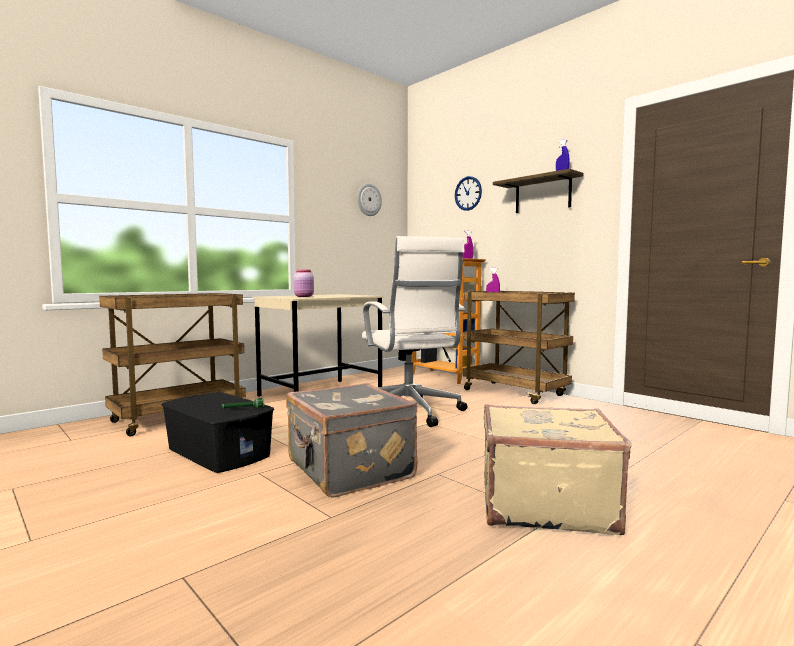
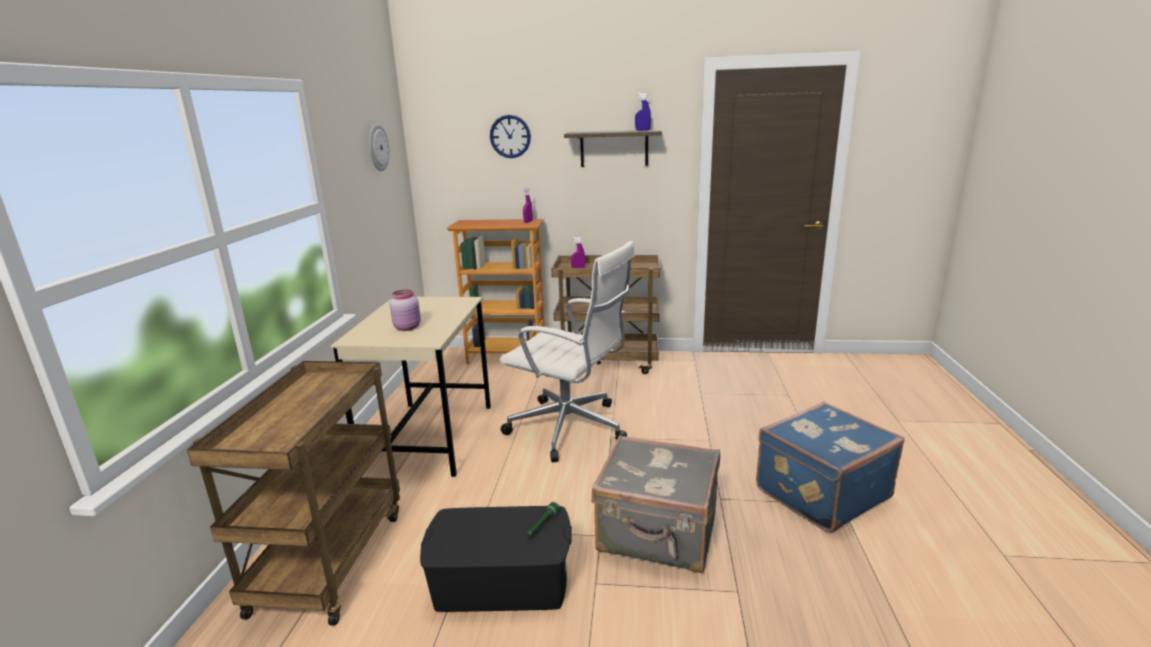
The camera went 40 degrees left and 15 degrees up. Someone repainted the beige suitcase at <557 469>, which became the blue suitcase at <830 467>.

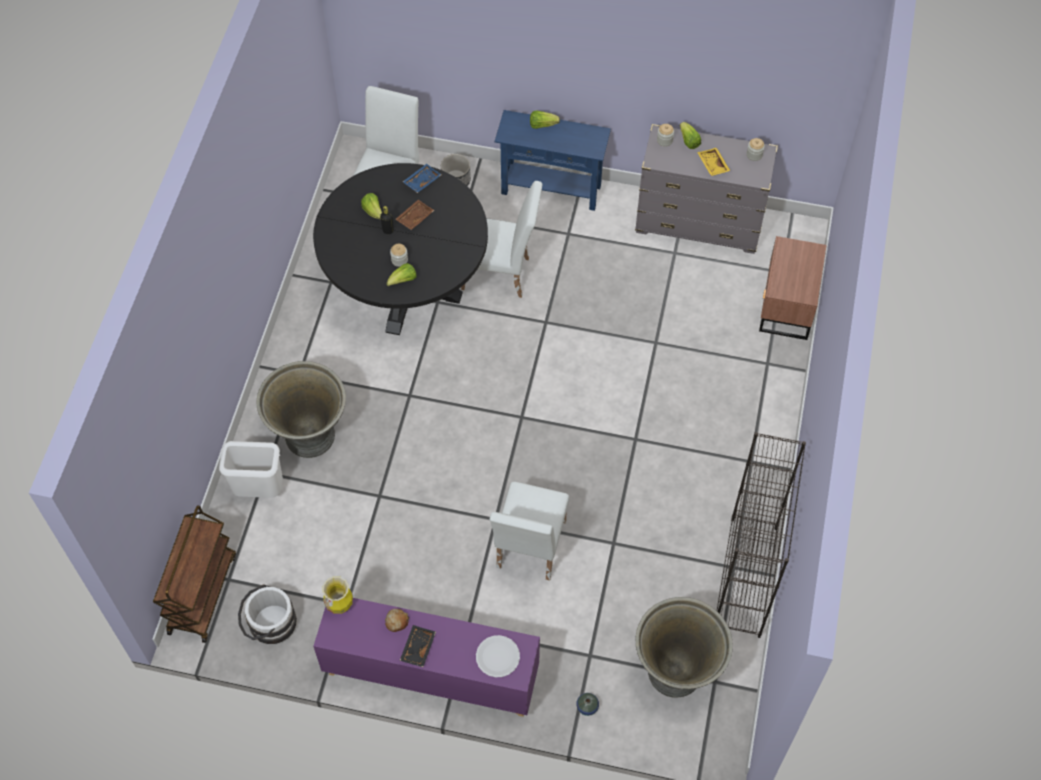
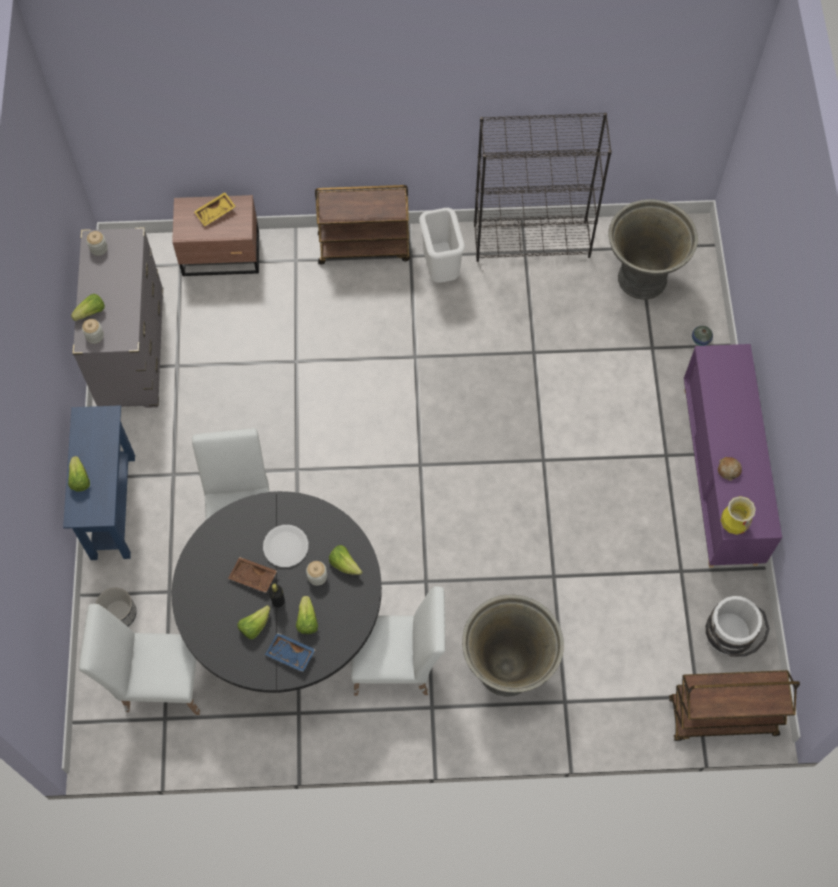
The camera went 105 degrees left and 5 degrees up. Someone carried the white trash can from <251 469> to <442 245>. Someone took away the black tray at <418 646>. Someone carried the blue tray from <422 178> to <290 652>. Someone carried the white plate from <498 656> to <285 546>. Someone carried the white chair from <529 531> to <398 640>. Someone carried the yellow tray from <713 162> to <215 209>. Someone put down the lettuce at <307 615>. Someone put down the brown cart at <362 224>.

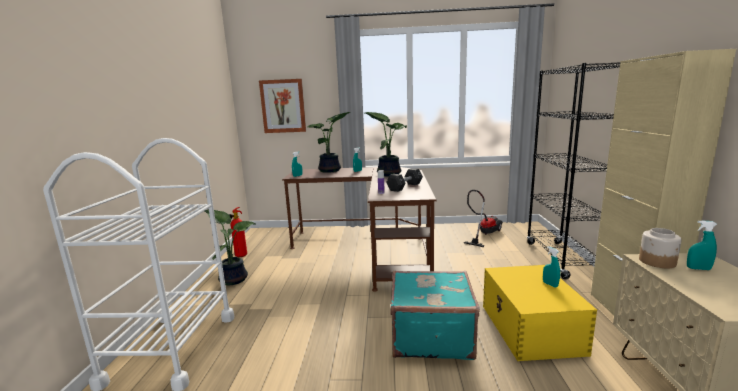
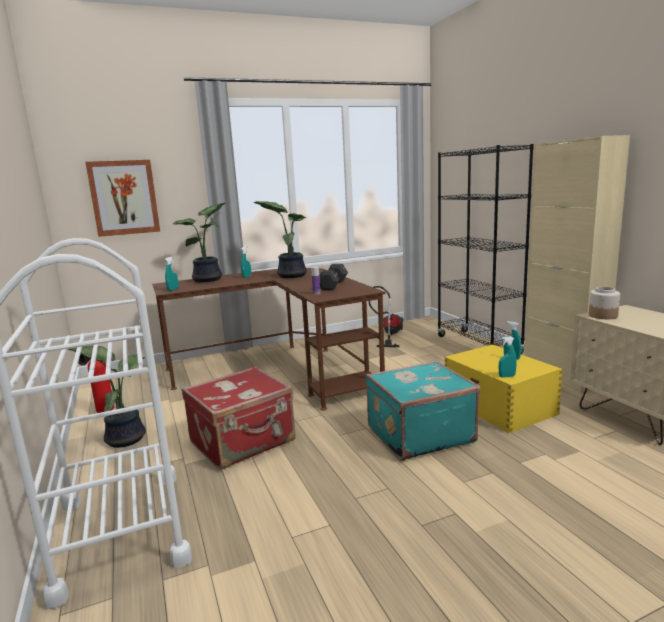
The camera went 25 degrees left and 0 degrees up. Someone carried the turquoise spray bottle from <702 245> to <508 357>. Someone put down the red suitcase at <238 418>.

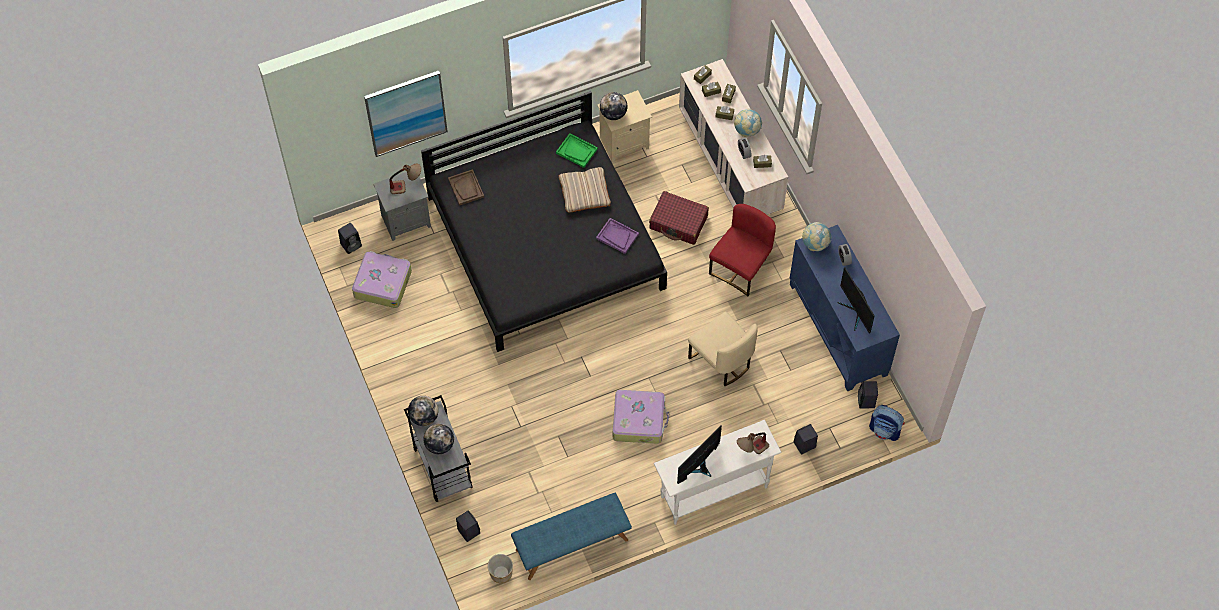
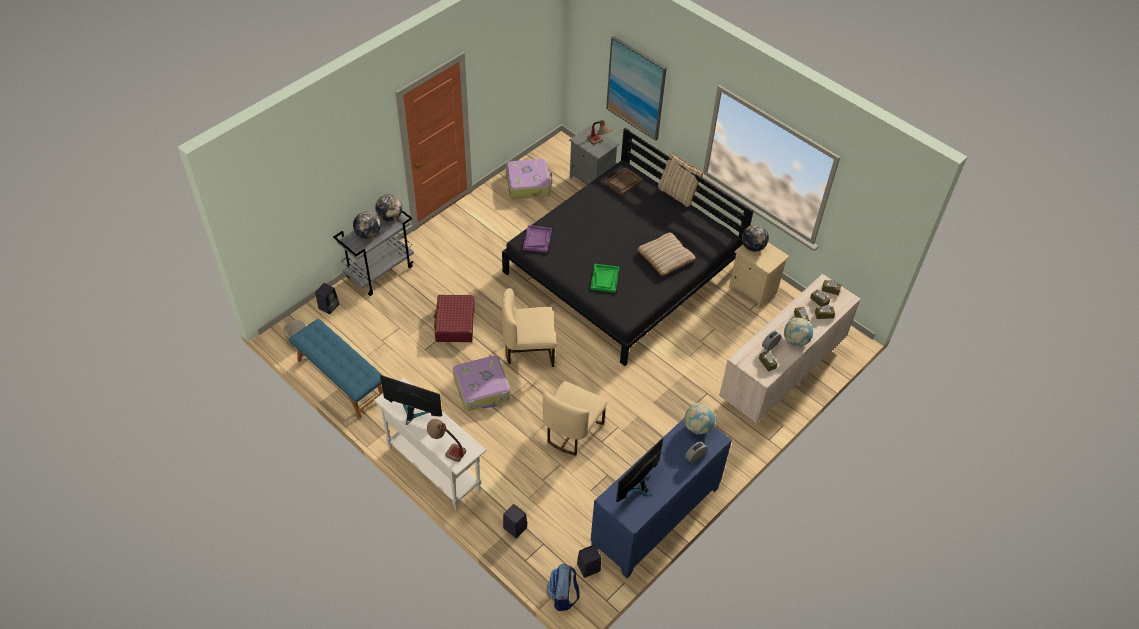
The camera went 65 degrees right and 10 degrees down. Someone took away the black speaker at <350 238>. Someone carried the green tray from <577 150> to <604 278>. Someone carried the purple tray from <617 236> to <537 239>. Someone carried the red suitcase from <679 218> to <454 318>. Someone took away the red chair at <742 250>. Someone put down the beige chair at <529 327>. Someone put down the beige pillow at <680 180>.

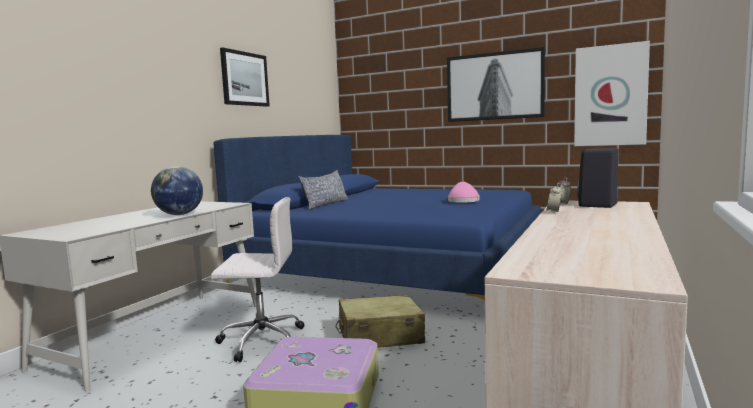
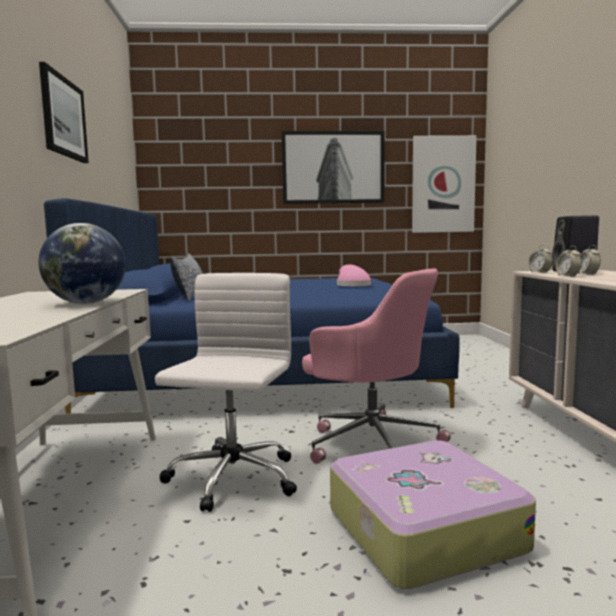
The camera went 30 degrees left and 0 degrees up. Someone rotated the white office chair at <257 279> by 45 degrees counterclockwise. Someone swapped the beige suitcase at <380 321> for the pink office chair at <376 366>. Someone put down the alarm clock at <590 260>.

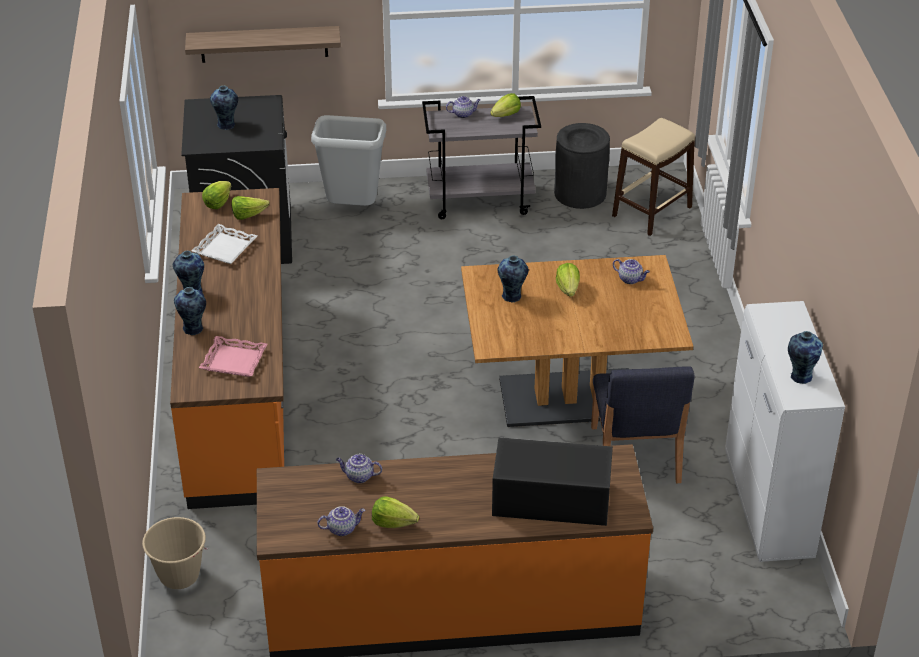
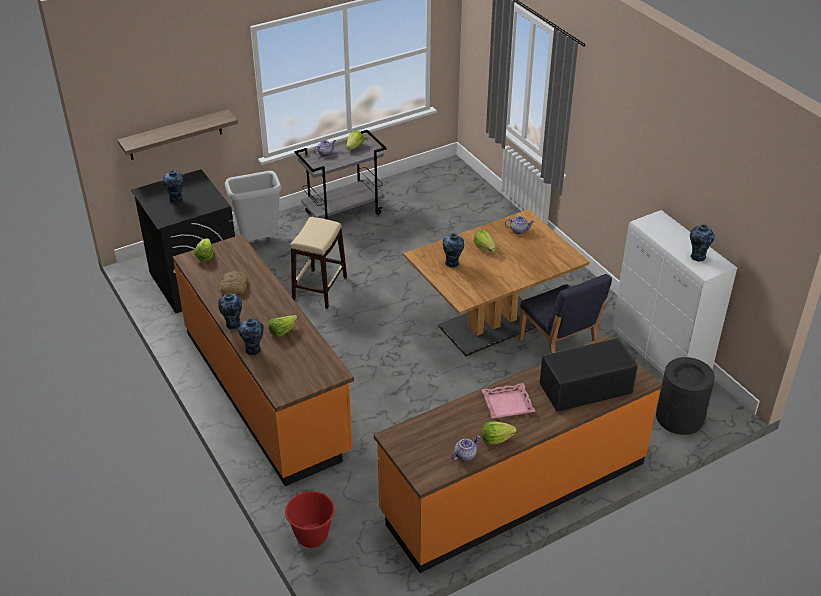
The camera went 25 degrees left and 0 degrees up. Someone repainted the beige bucket at <175 553>, which became the red bucket at <310 519>. Someone swapped the white tray at <224 244> for the bread at <233 282>. Someone carried the pink tray from <233 356> to <509 400>. Someone carried the lettuce from <250 208> to <283 326>. Someone took away the teapot at <359 468>. Someone carried the black trash can from <582 166> to <685 396>. Someone carried the beige stool from <653 177> to <319 263>.

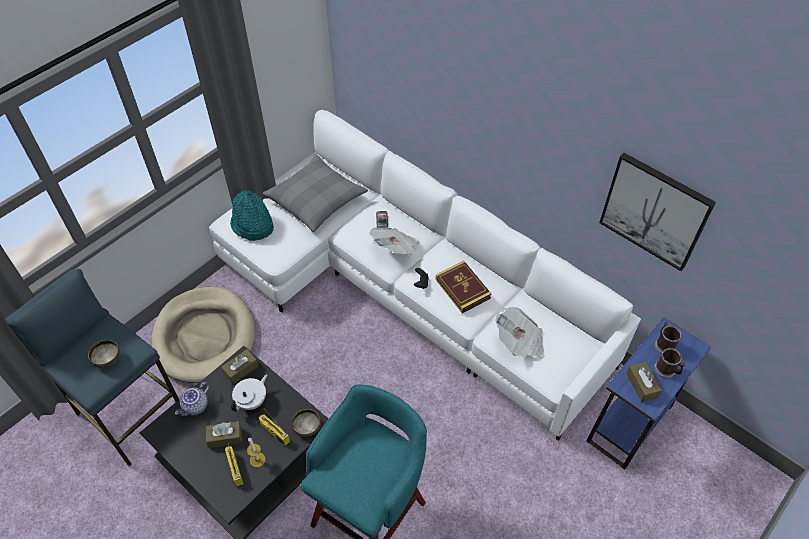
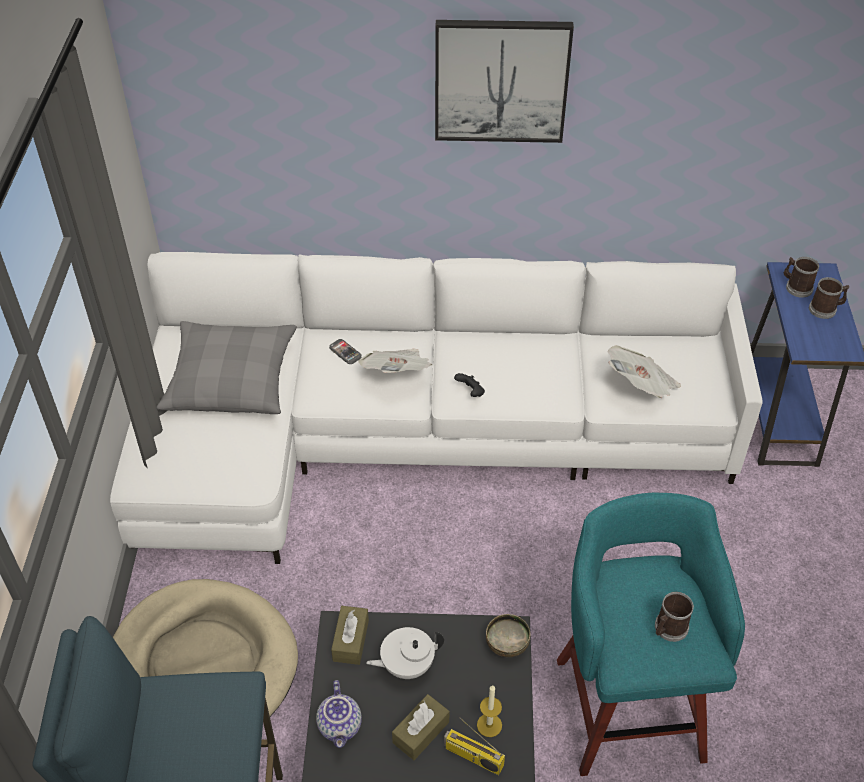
The camera went 40 degrees left and 5 degrees down. Someone took away the bowl at <104 354>. Someone took away the turquoise hat at <252 216>. Someone rotated the white teapot at <249 393> by 105 degrees counterclockwise. Someone took away the radio at <274 428>. Someone took away the book at <463 287>. Someone carried the picture from <657 212> to <504 81>. Someone took away the brown tissue box at <644 382>. Someone put down the mug at <674 617>.

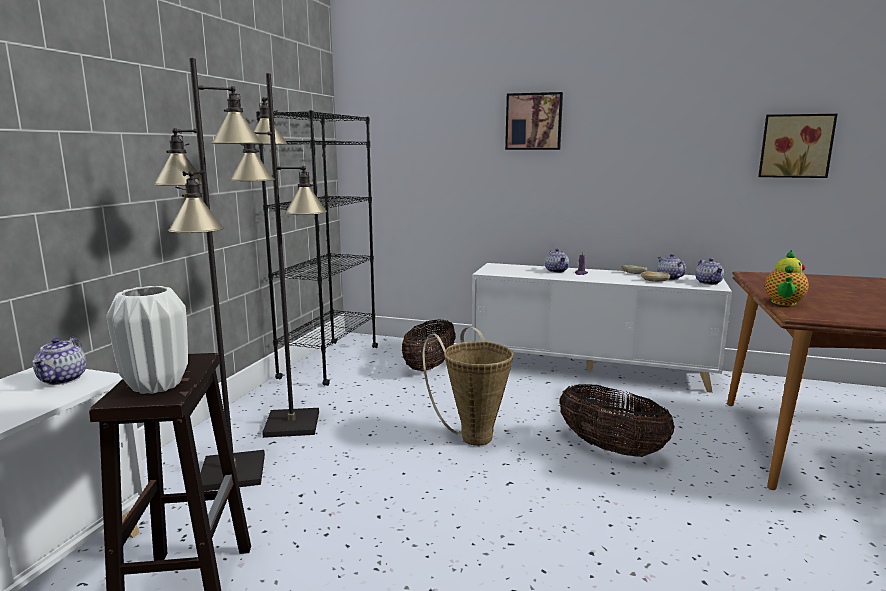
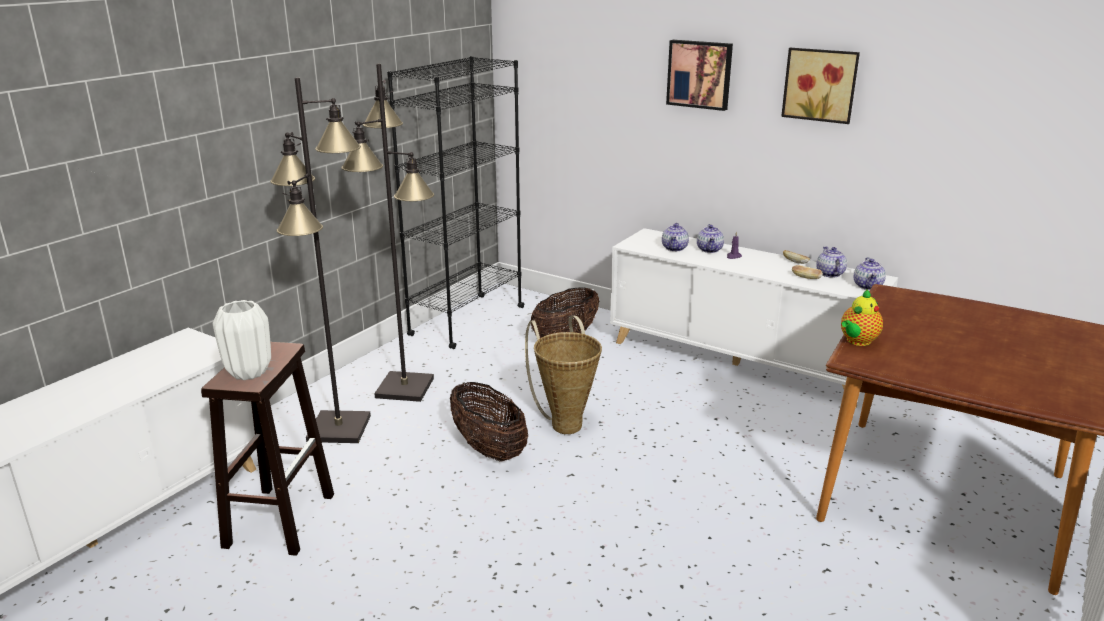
The camera went 15 degrees right and 10 degrees up. Someone carried the teapot from <59 361> to <675 237>. Someone carried the basket from <617 420> to <489 421>. Someone carried the picture from <797 146> to <820 86>.

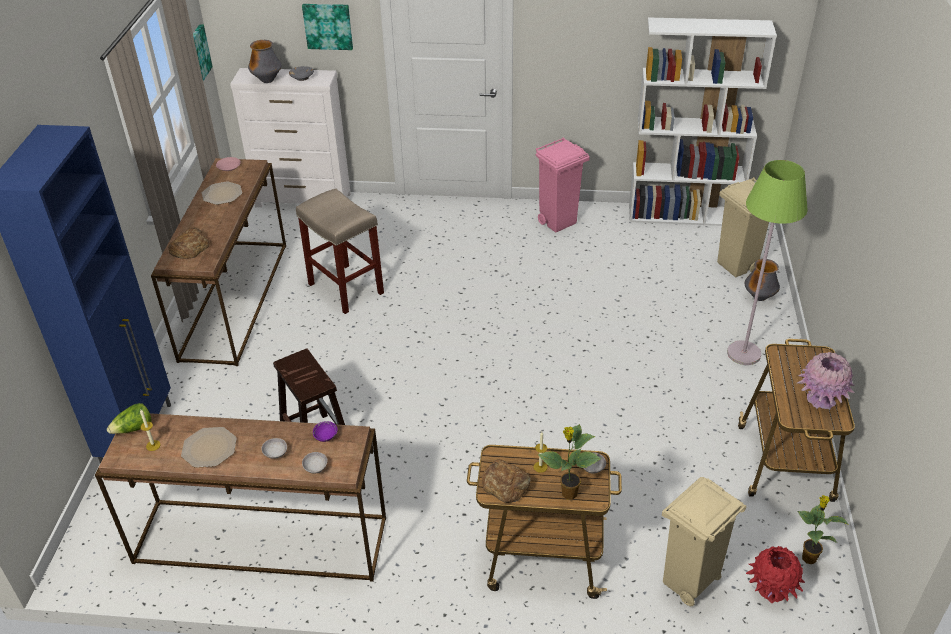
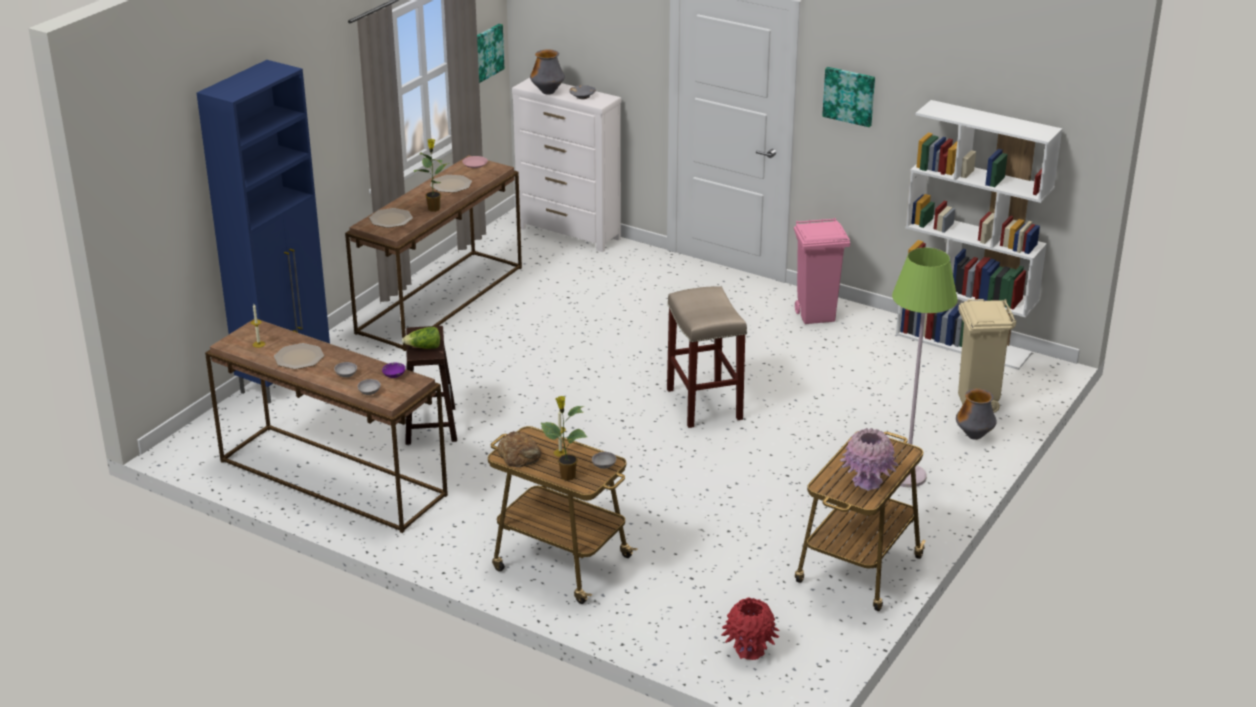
The camera went 25 degrees right and 10 degrees down. Someone carried the lettuce from <129 418> to <421 338>. Someone swapped the bread at <188 243> for the plate at <391 218>. Someone carried the beige stool from <340 251> to <707 357>. Someone carried the picture from <327 27> to <848 97>. Someone took away the beige trash can at <704 541>. Someone carried the potted plant from <823 529> to <432 175>.

